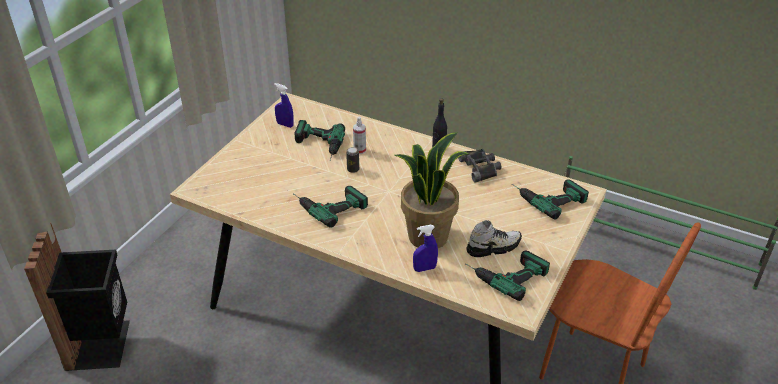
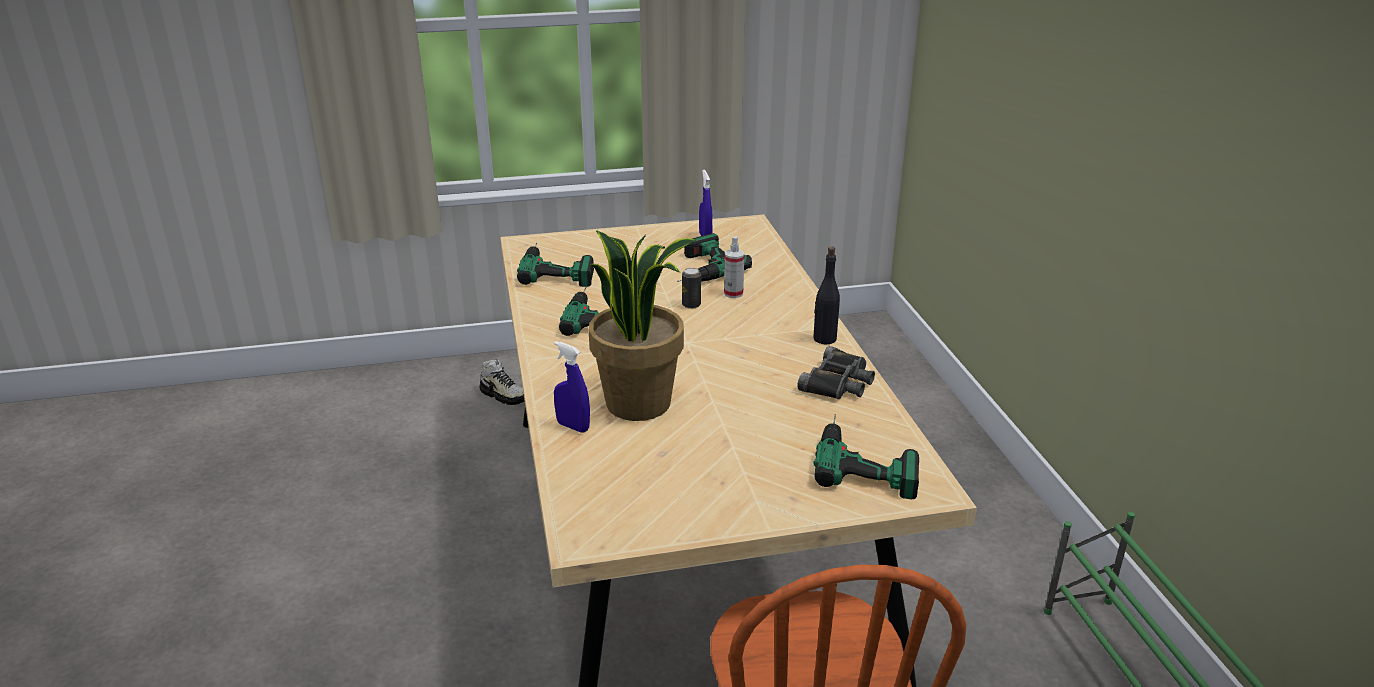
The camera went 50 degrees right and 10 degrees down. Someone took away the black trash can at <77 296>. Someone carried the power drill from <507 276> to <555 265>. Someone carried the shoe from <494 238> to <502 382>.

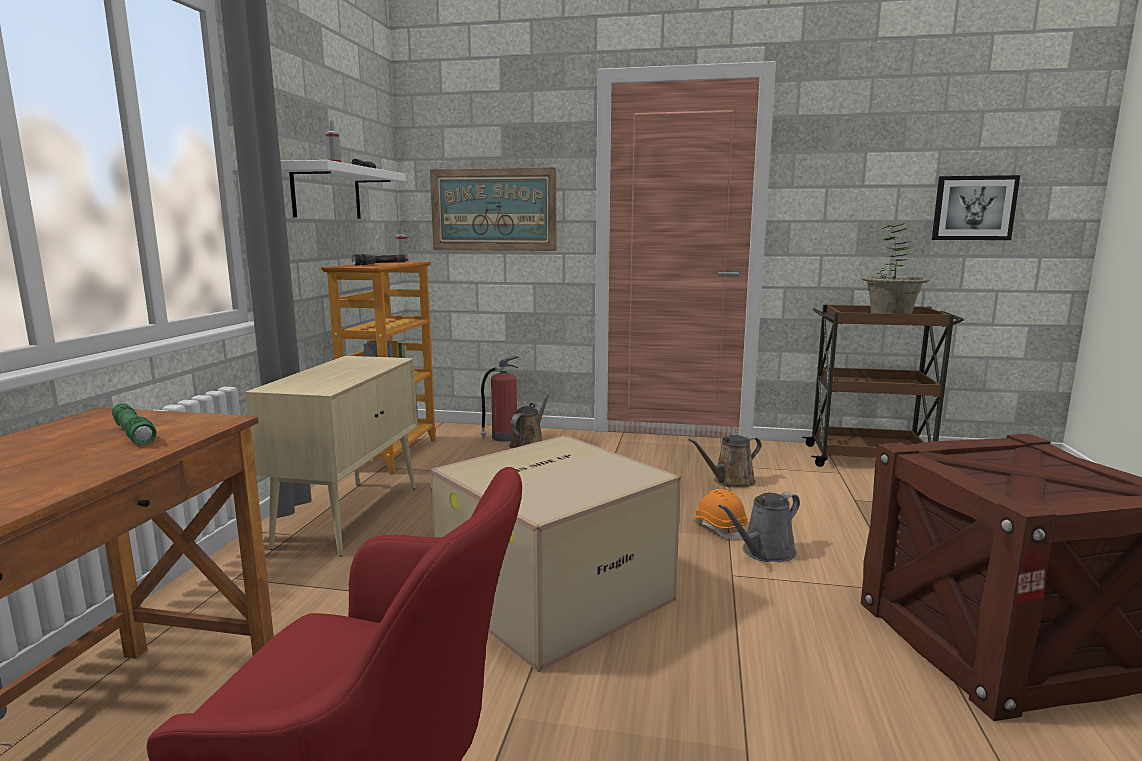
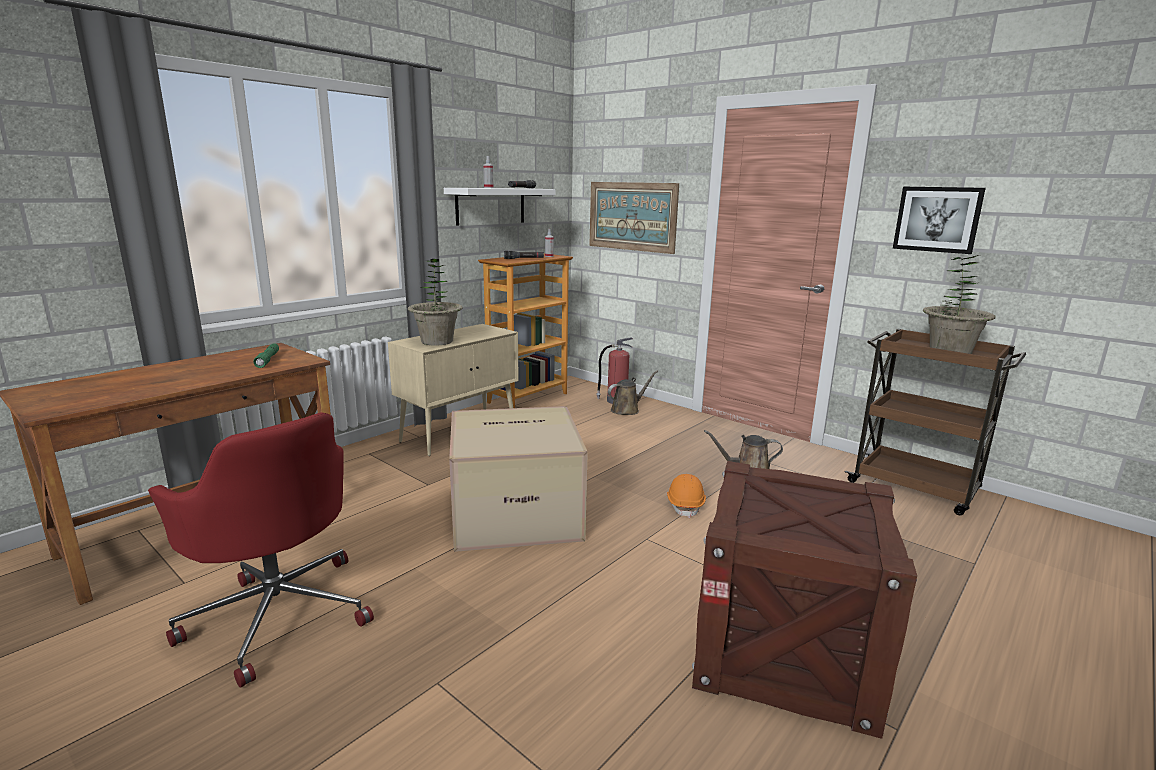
The camera went 30 degrees right and 5 degrees up. Someone took away the grey watering can at <759 527>. Someone carried the picture from <976 207> to <939 220>. Someone put down the potted plant at <435 302>.

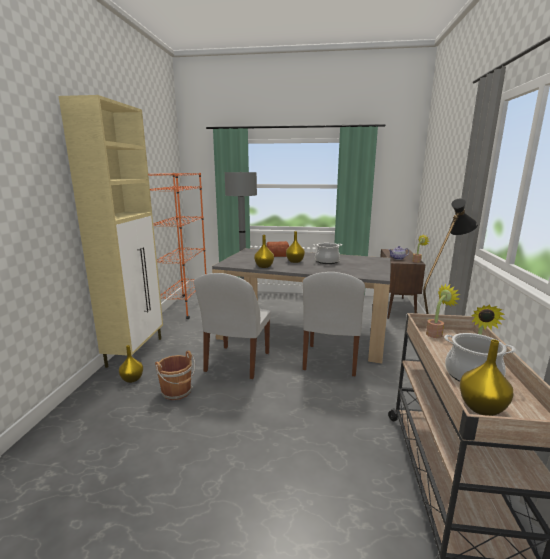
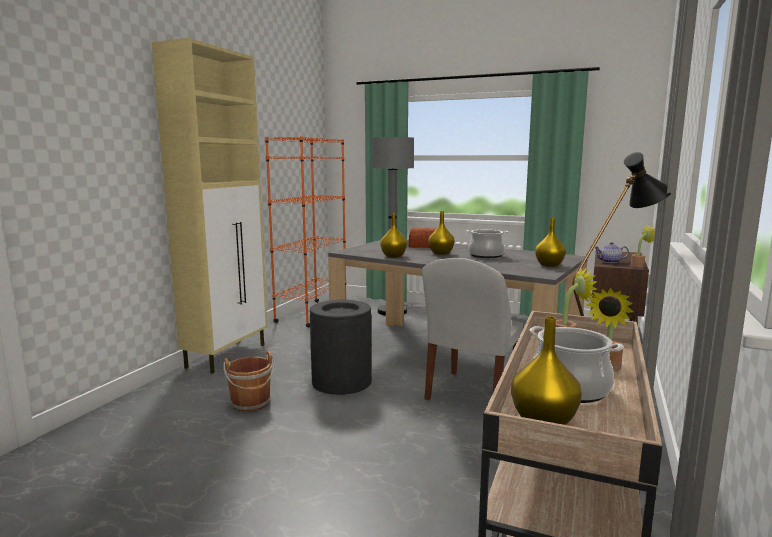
The camera went 15 degrees right and 5 degrees down. Someone carried the yellow vase from <131 364> to <550 242>. Someone swapped the white chair at <232 326> for the black trash can at <341 347>.

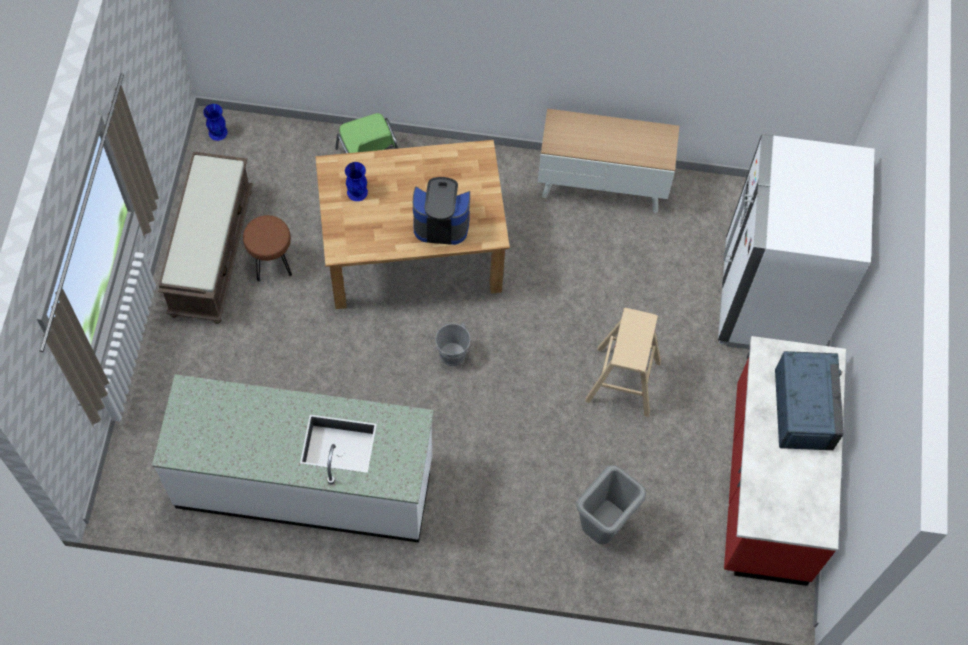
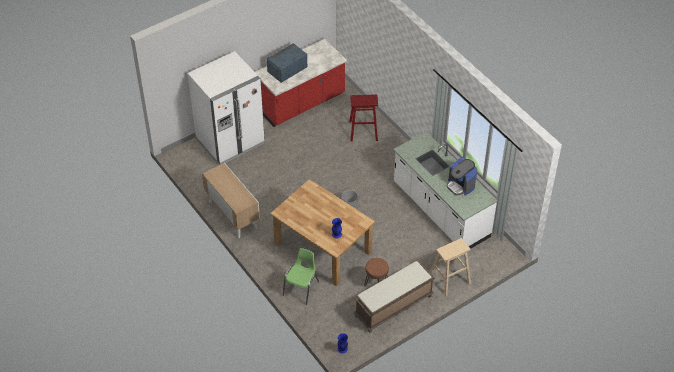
The camera went 130 degrees left and 15 degrees down. Someone carried the coffee machine from <441 211> to <462 176>. Someone swapped the grey trash can at <611 505> for the red stool at <363 118>. Someone carried the beige stool from <623 362> to <450 267>.

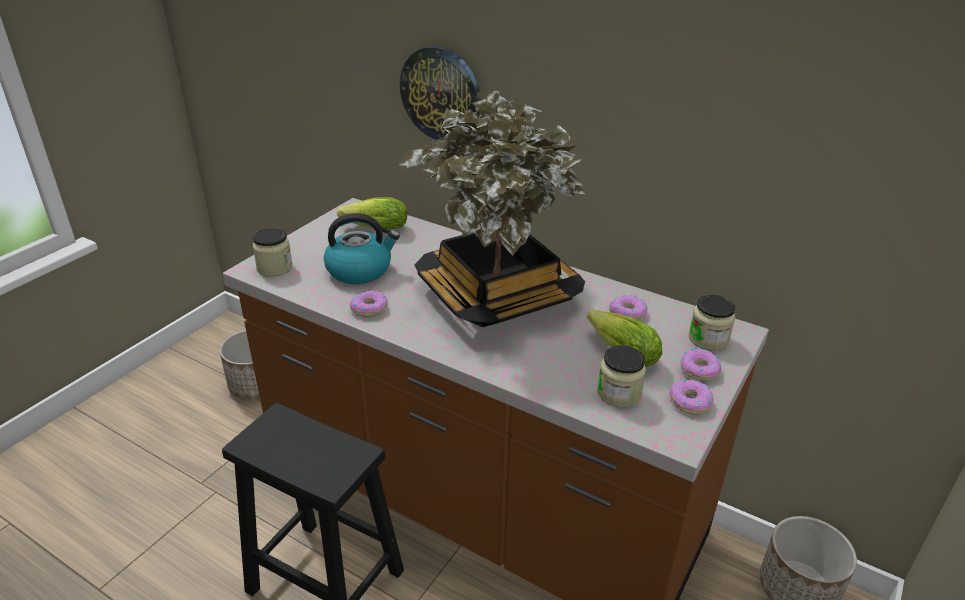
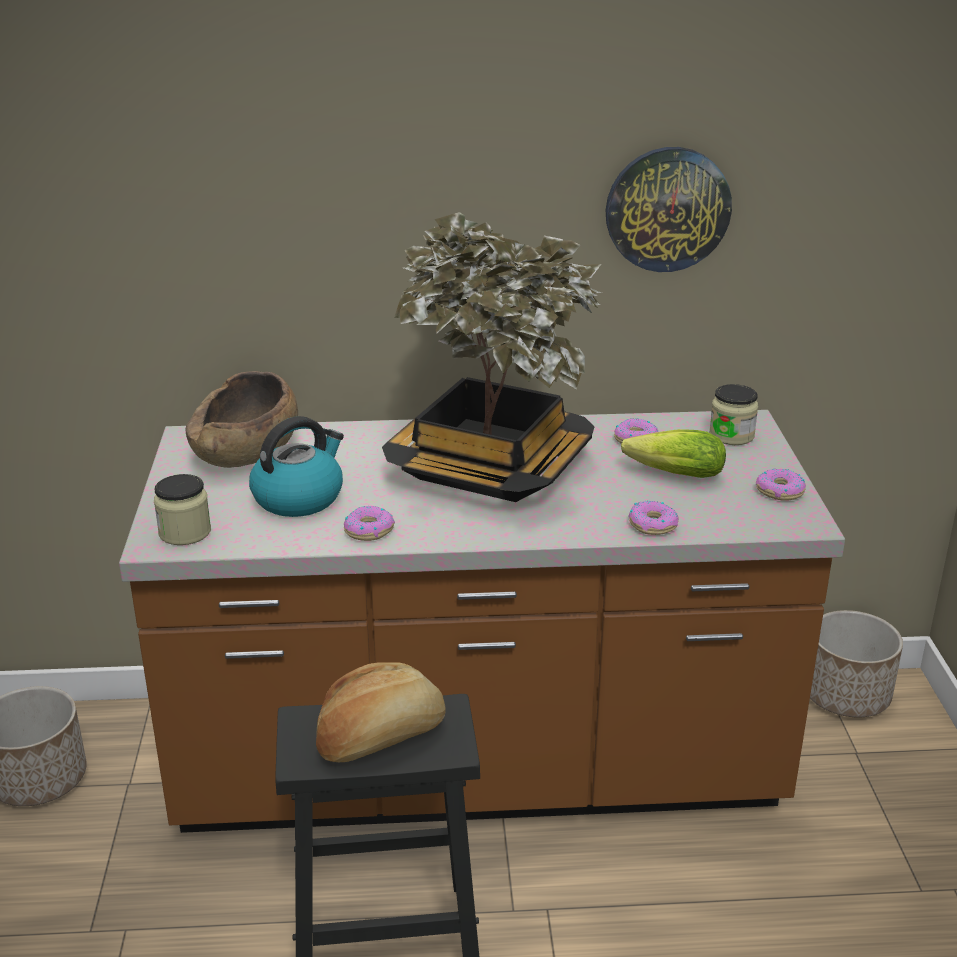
The camera went 35 degrees left and 5 degrees down. Someone swapped the lettuce at <372 213> for the brown bowl at <242 419>. Someone carried the wall clock from <440 93> to <669 209>. Someone took away the jar at <621 376>. Someone carried the donut from <700 364> to <654 518>. Someone put down the bread at <381 712>.

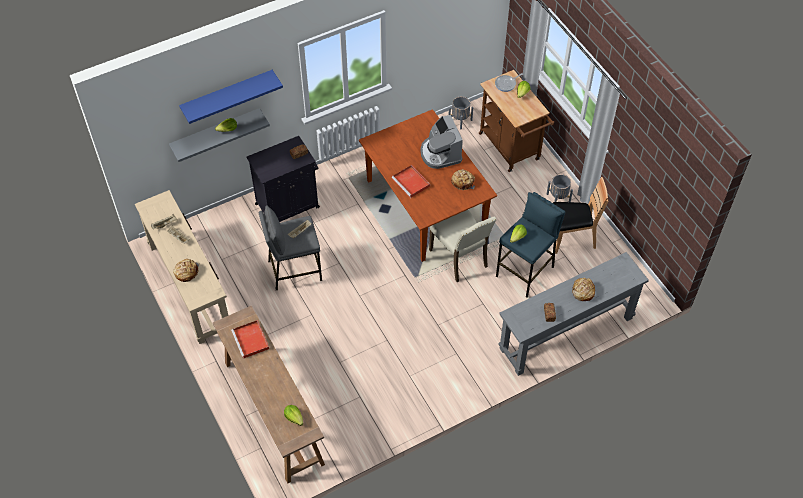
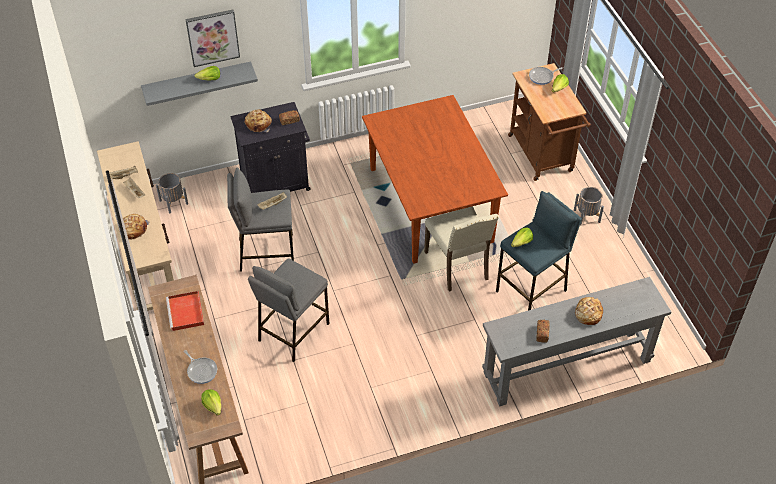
The camera went 10 degrees right and 5 degrees down. Someone swapped the blue shelf at <231 97> for the picture at <212 38>. Someone took away the red tray at <411 181>. Someone took away the coffee machine at <441 142>. Someone carried the grey planter from <461 113> to <172 193>. Someone carried the bread from <463 179> to <258 120>. Someone took away the brown chair at <580 215>. Someone put down the frying pan at <200 367>. Someone put down the grey stool at <288 310>.

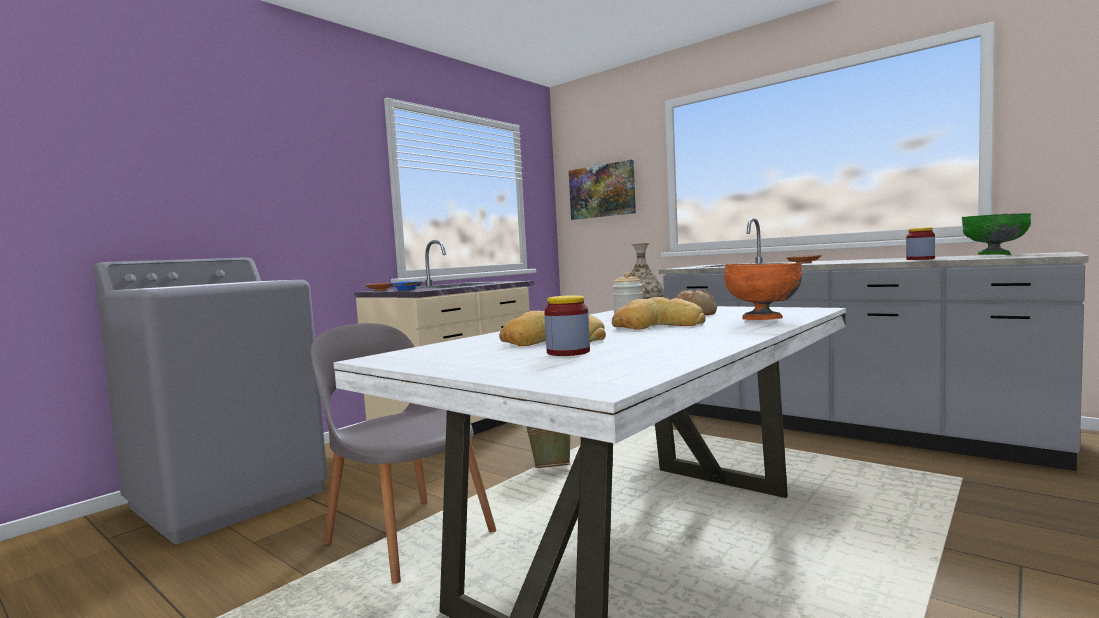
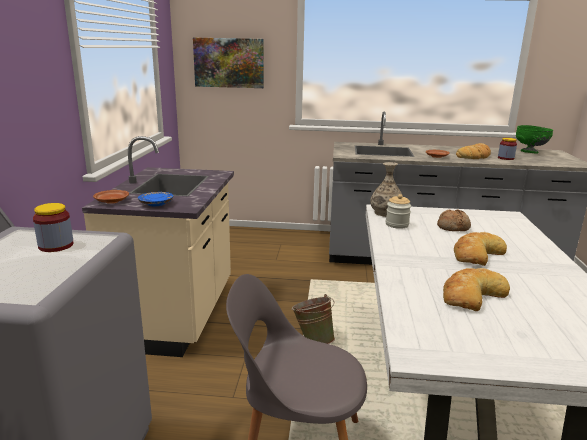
The camera went 35 degrees left and 15 degrees up. Someone carried the jar from <567 325> to <53 227>. Someone took away the orange bowl at <763 291>. Someone put down the bread at <473 151>.

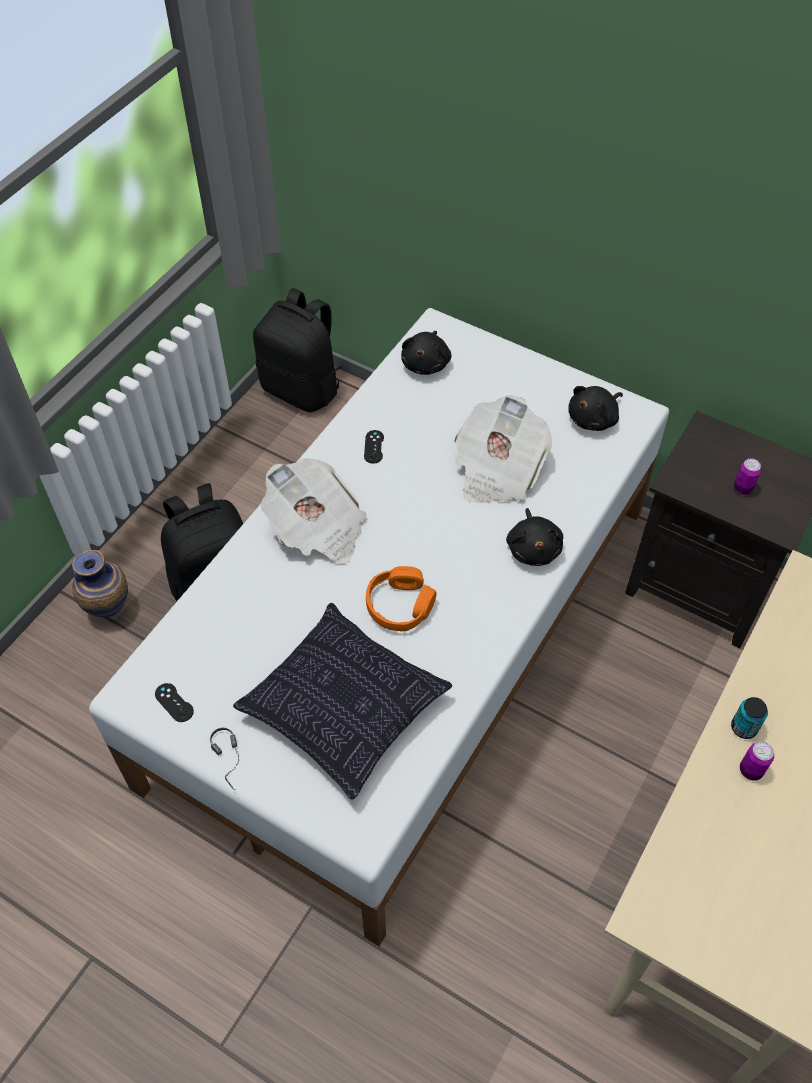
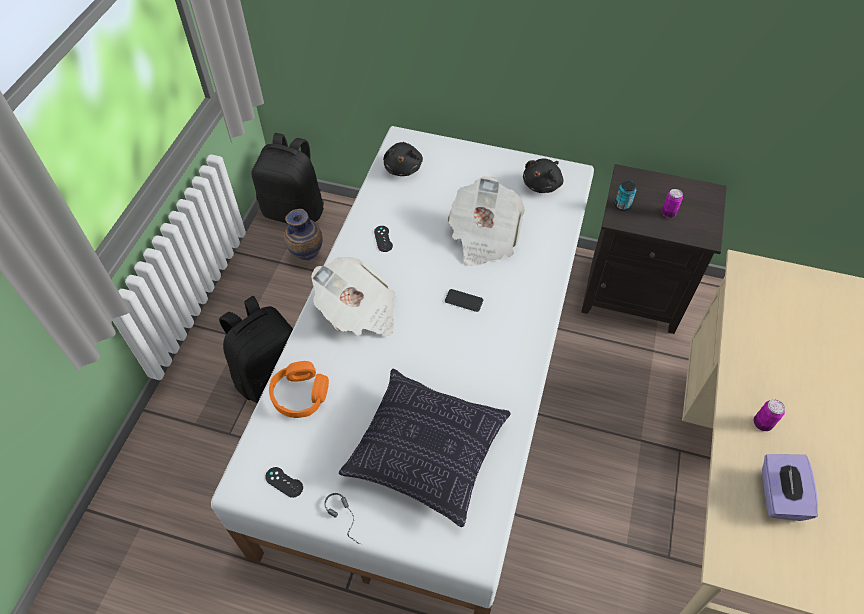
The camera went 15 degrees left and 0 degrees up. Someone carried the vase from <100 583> to <303 235>. Someone carried the orange headphones from <401 598> to <299 389>. Someone took away the black plush toy at <534 537>. Someone carried the can from <749 718> to <625 195>. Someone put down the phone at <464 300>. Someone put down the purple tissue box at <790 487>.

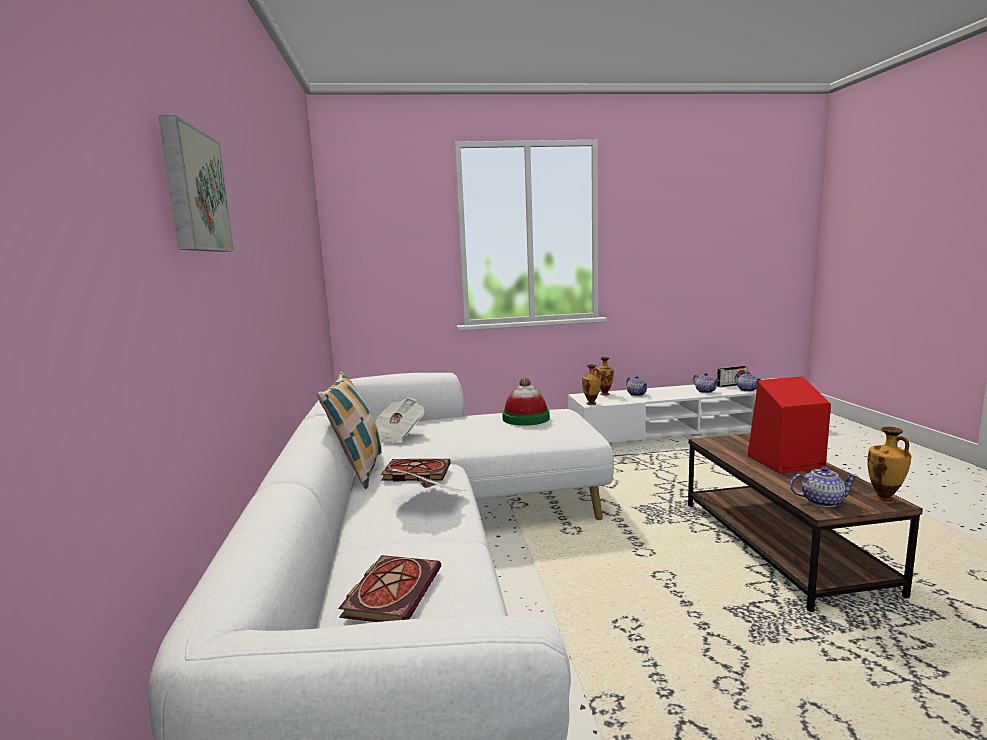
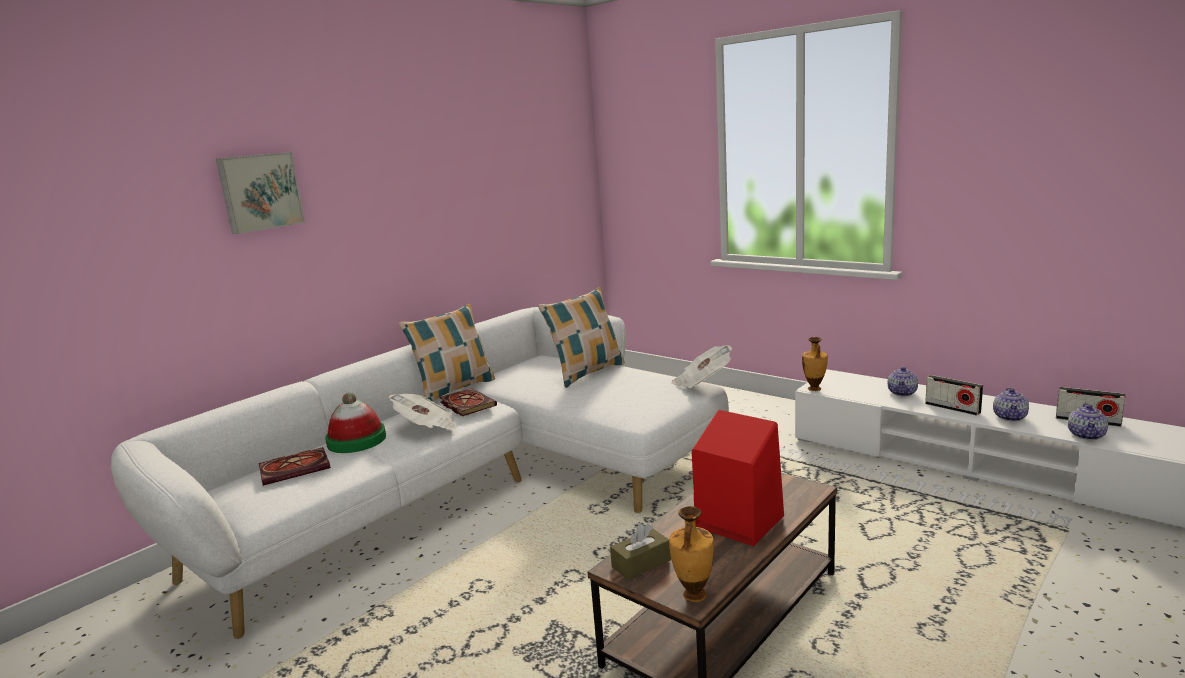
The camera went 50 degrees right and 5 degrees up. Someone carried the newspaper from <399 421> to <702 367>. Someone carried the hat from <526 401> to <355 422>. Someone took away the vase at <605 376>. Someone swapped the teapot at <824 486> for the brown tissue box at <640 551>. Someone put down the pillow at <581 337>. Someone put down the radio at <954 395>.

